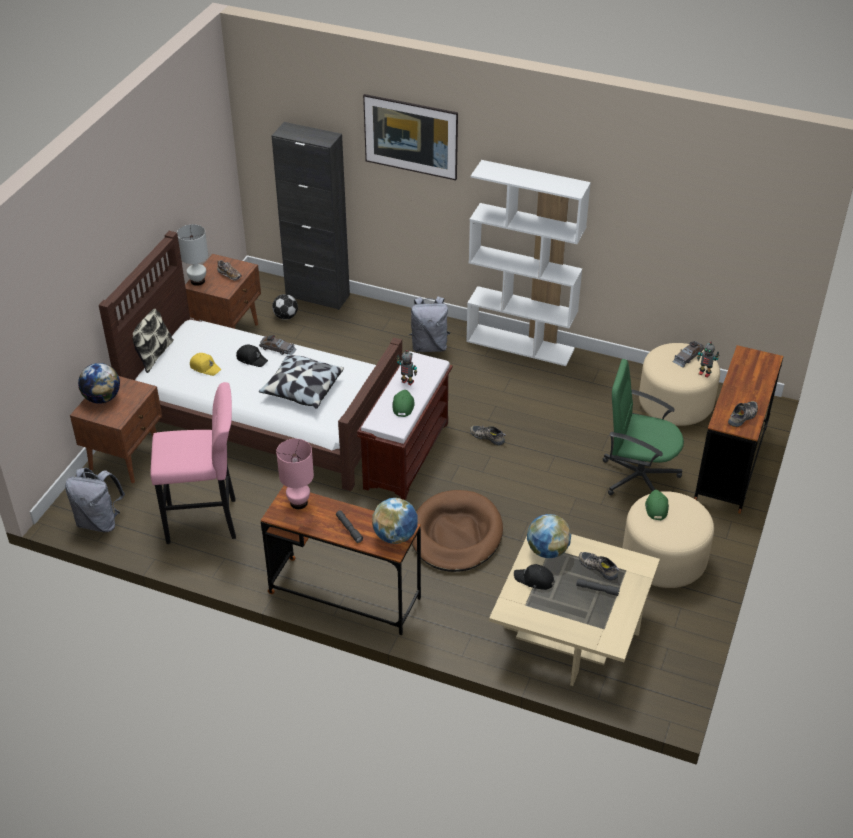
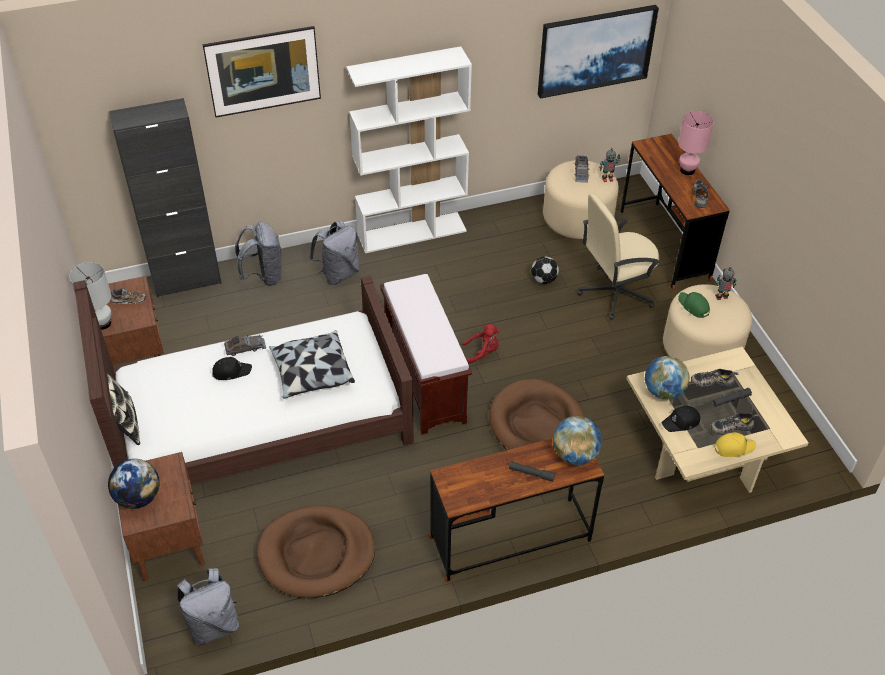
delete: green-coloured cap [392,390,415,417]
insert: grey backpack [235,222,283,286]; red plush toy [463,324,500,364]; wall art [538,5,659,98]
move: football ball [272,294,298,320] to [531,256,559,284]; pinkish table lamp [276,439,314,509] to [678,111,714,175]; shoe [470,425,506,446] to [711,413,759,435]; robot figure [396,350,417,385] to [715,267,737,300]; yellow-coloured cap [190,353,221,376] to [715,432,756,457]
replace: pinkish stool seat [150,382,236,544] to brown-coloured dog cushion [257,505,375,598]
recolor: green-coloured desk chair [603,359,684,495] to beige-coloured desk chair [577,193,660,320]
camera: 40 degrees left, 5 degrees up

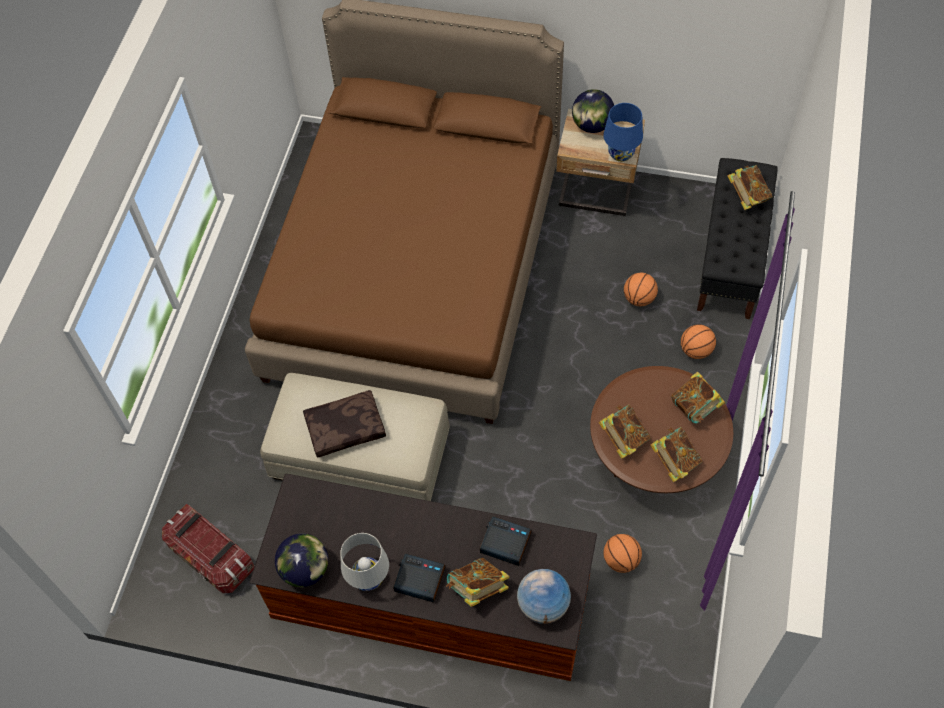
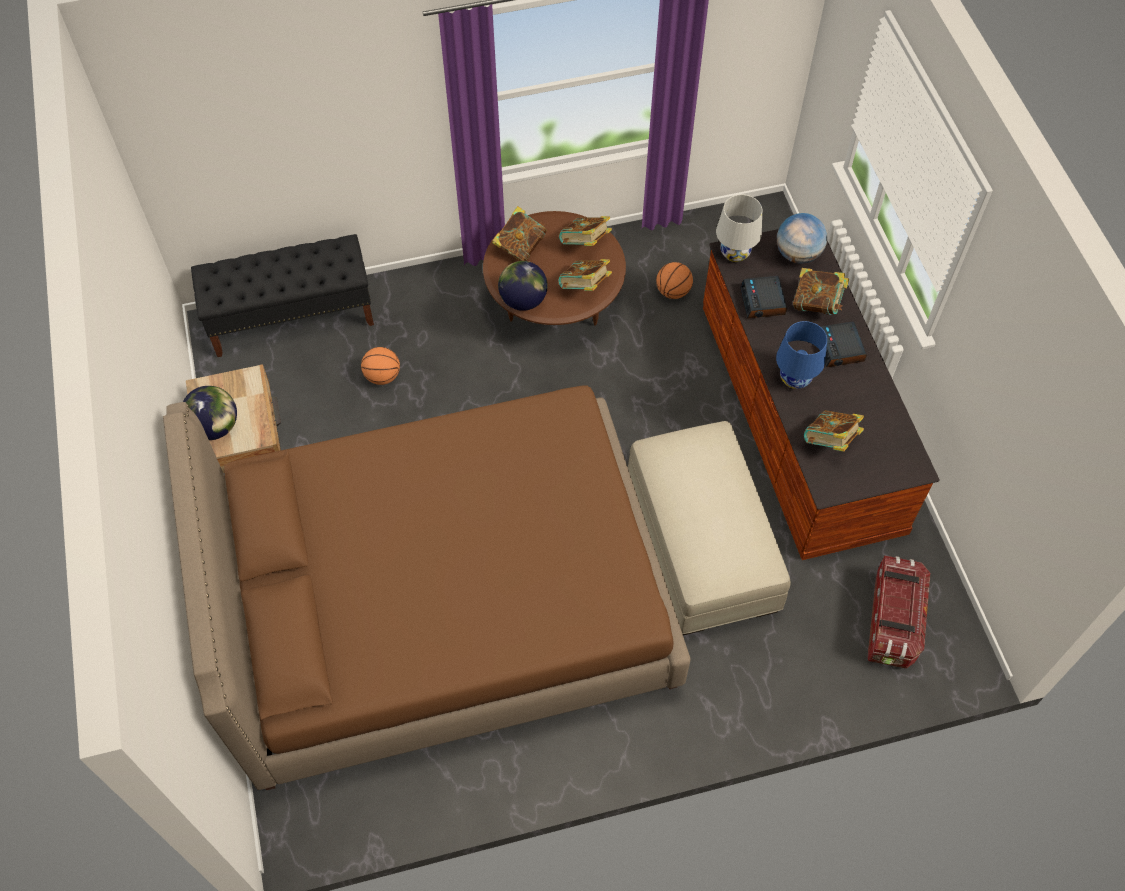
delete: brown-coloured throw pillow [303,390,386,457]; basketball [681,324,716,359]
move: globe [275,533,328,587] to [498,261,548,311]; white-coloured table lamp [340,533,389,591] to [716,194,762,262]; bluish table lamp [603,103,643,162] to [776,321,827,389]; book [728,165,773,210] to [804,410,864,452]
camera: 120 degrees left, 0 degrees up

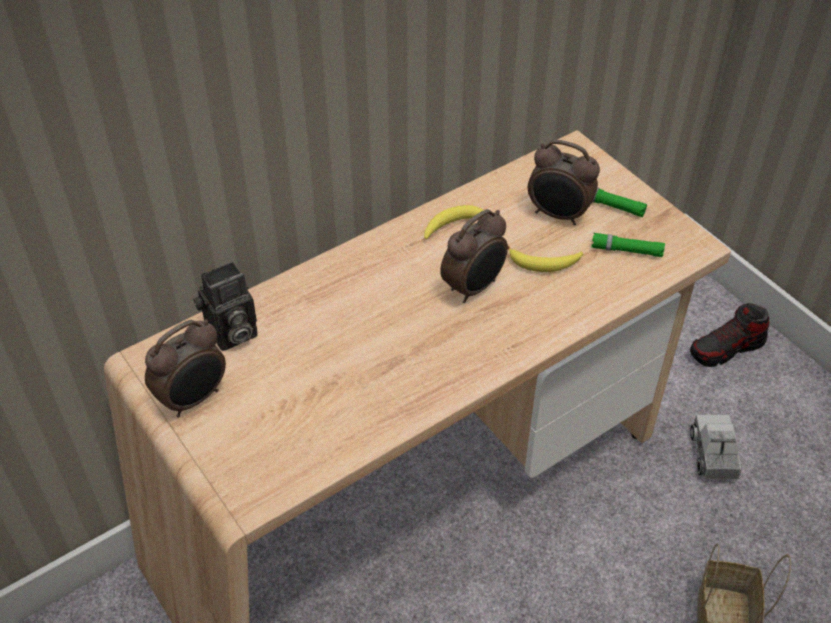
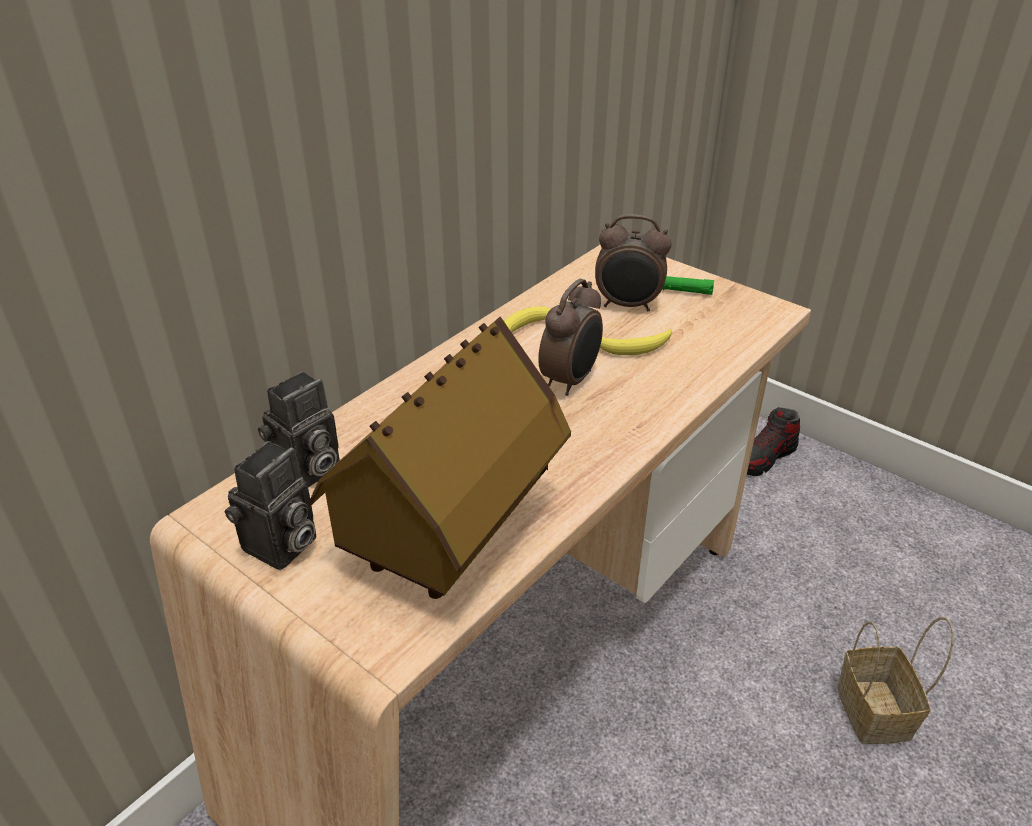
delete: green-coloured hand torch [591,233,665,257]; toy lorry [690,415,741,479]
insert: toy house [308,316,571,599]
replace: bedside clock [145,319,226,418] to photo camera [224,441,316,570]
camera: 15 degrees left, 10 degrees down

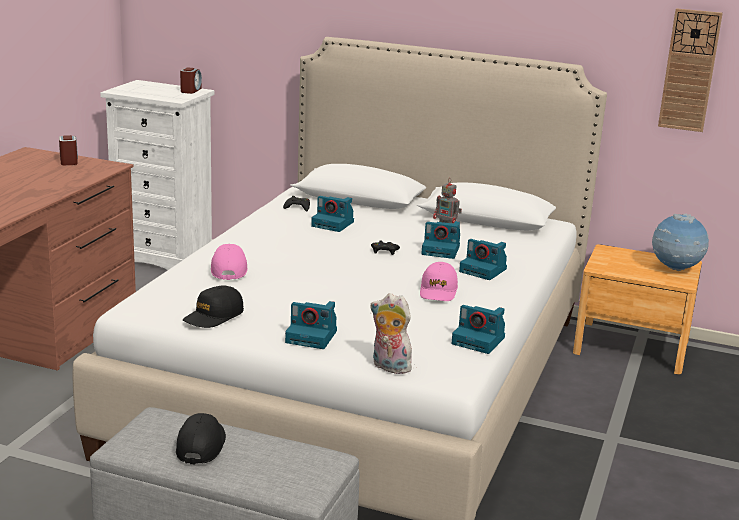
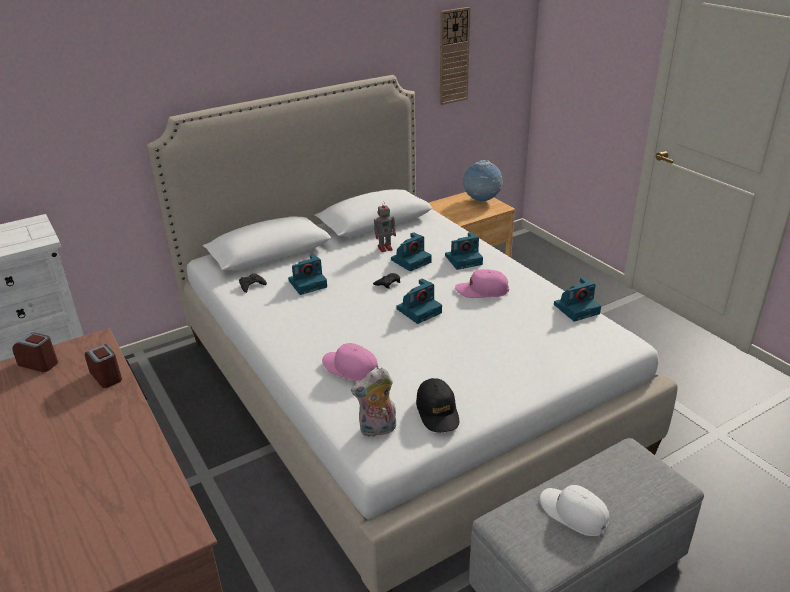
move: bedside clock [180,67,202,94] to [85,344,122,388]; plush toy [370,293,412,374] to [351,368,396,437]; photo camera [285,301,337,349] to [396,278,442,324]
recolor: black cap [176,413,226,464] to white-coloured cap [540,485,609,536]
rotate: pinkish cap [420,262,458,301] = [455,269,509,298] 135 degrees clockwise
camera: 50 degrees left, 10 degrees up

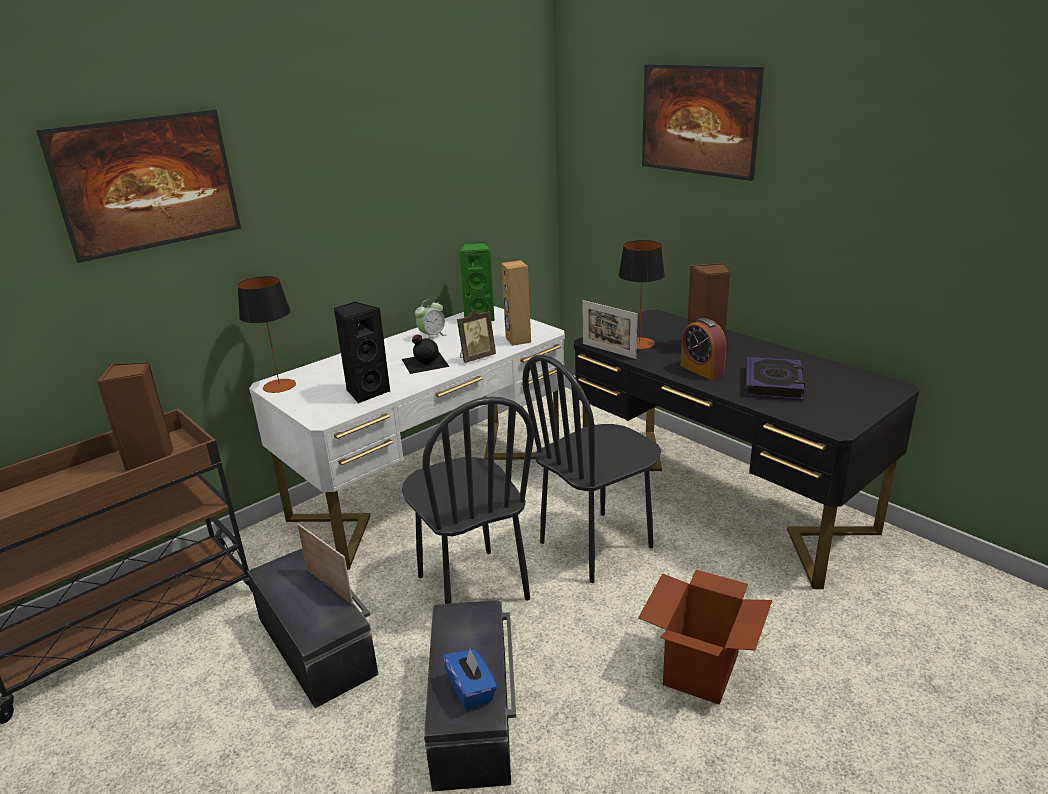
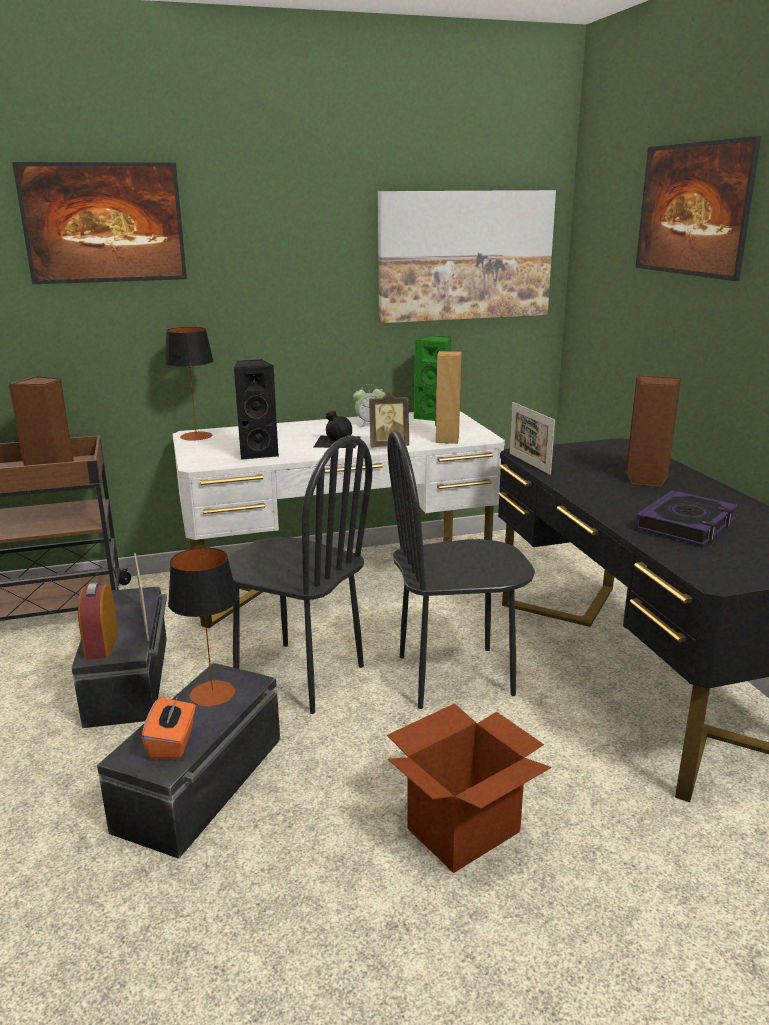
insert: wall art [378,190,556,323]
move: bedside clock [680,318,726,380] to [78,582,118,660]; table lamp [618,240,665,349] to [168,547,238,707]
recolor: bluish box of tissues [443,648,497,711] to orangey box of tissues [142,696,196,759]
rotate: black plain chair [402,396,534,604] = [228,435,372,714] 60 degrees counterclockwise
camera: 25 degrees right, 5 degrees down

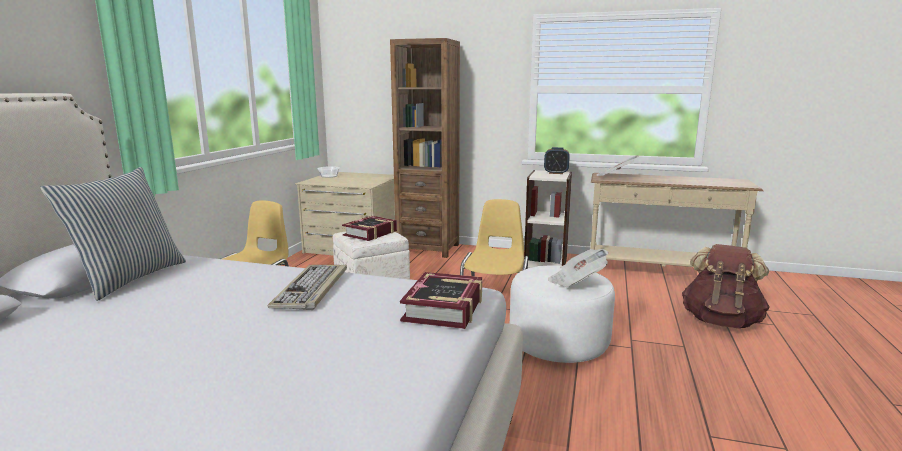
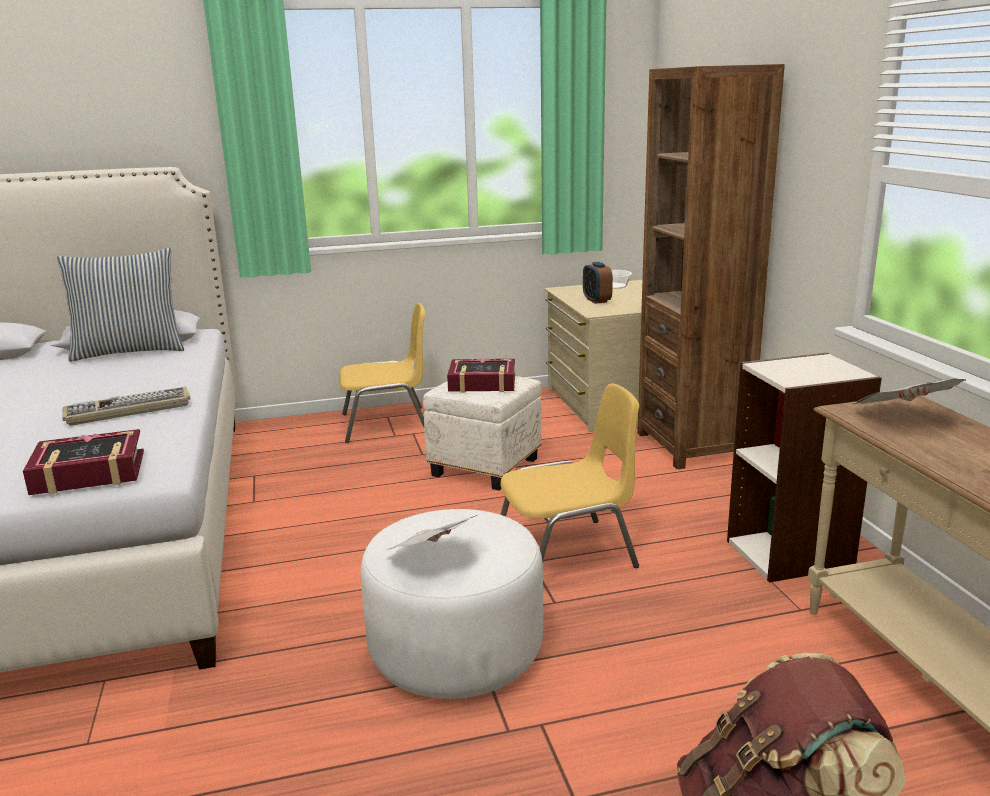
move: bedside clock [544,147,570,174] to [583,262,613,304]
camera: 60 degrees right, 5 degrees up

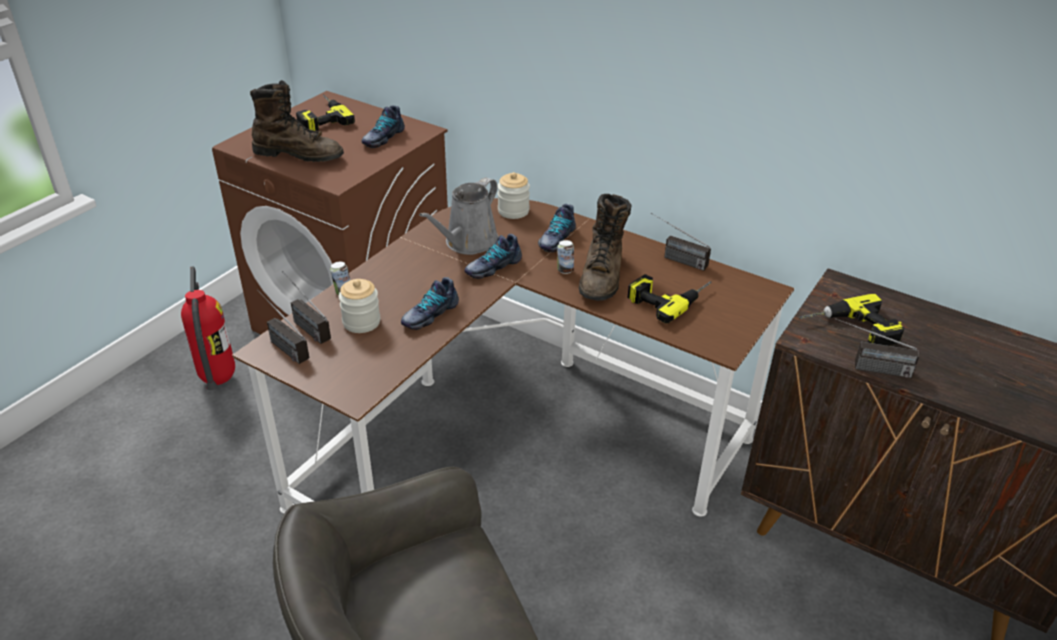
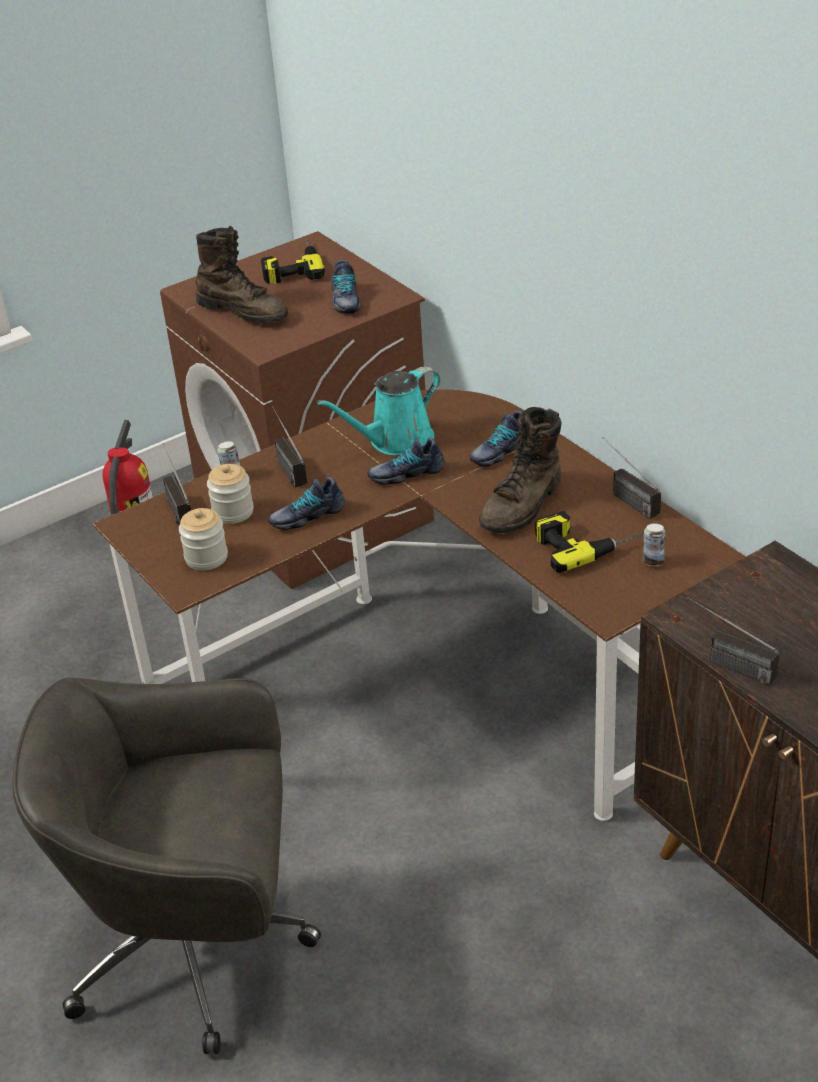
delete: electric drill [799,294,904,346]
move: preserve jar [497,172,530,219] to [179,508,228,570]; radio receiver [257,290,309,364] to [272,406,307,488]; sealed can [557,240,574,274] to [643,523,666,566]
recolor: grey watering can [419,178,499,255] to blue-green watering can [317,366,440,455]
rotate: shoe [362,105,405,148] = [331,260,361,314] 60 degrees counterclockwise
camera: 25 degrees right, 0 degrees up

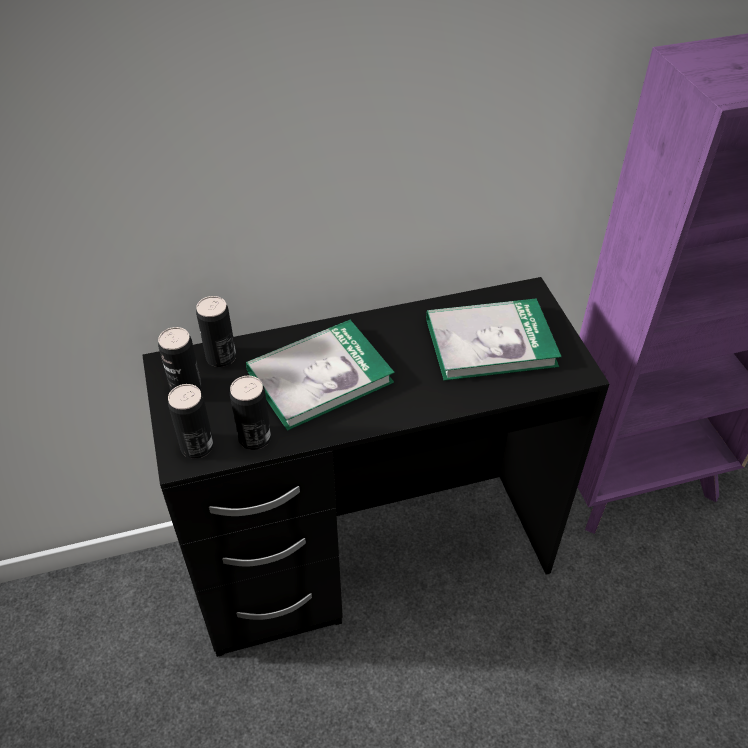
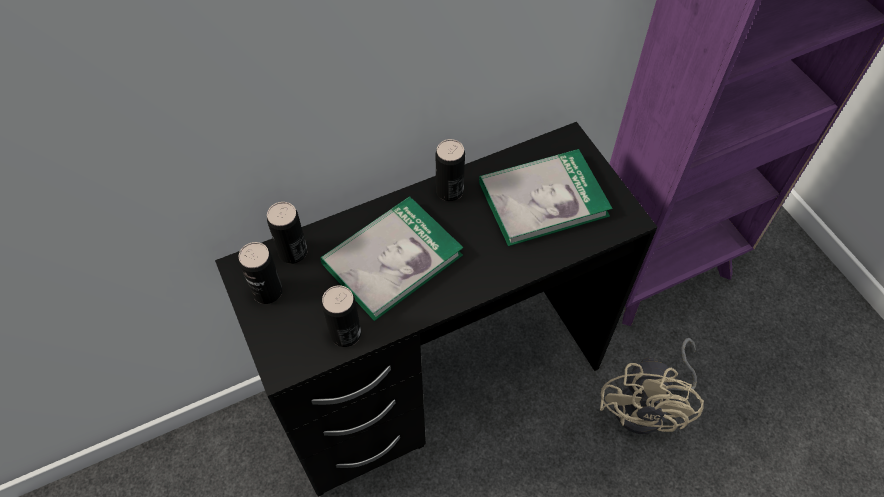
insert: beige-coloured electric fan [600,338,704,434]
move: sealed can [168,384,214,459] to [436,139,465,201]
camera: 10 degrees left, 10 degrees up

